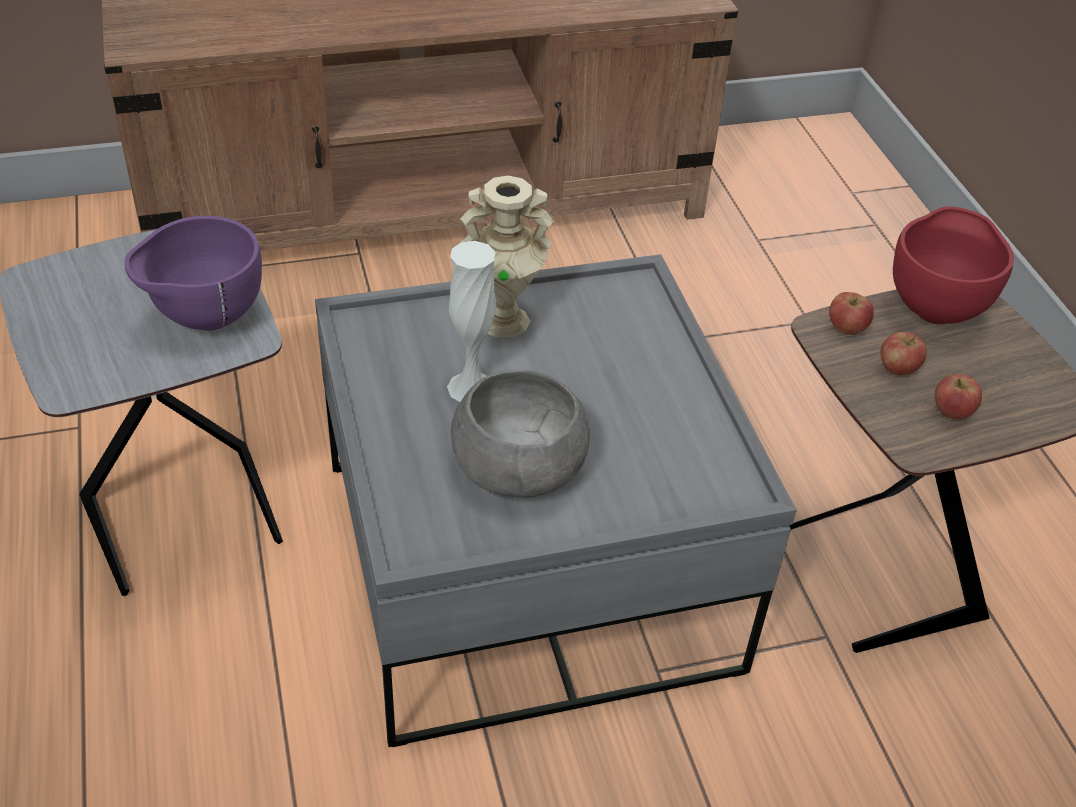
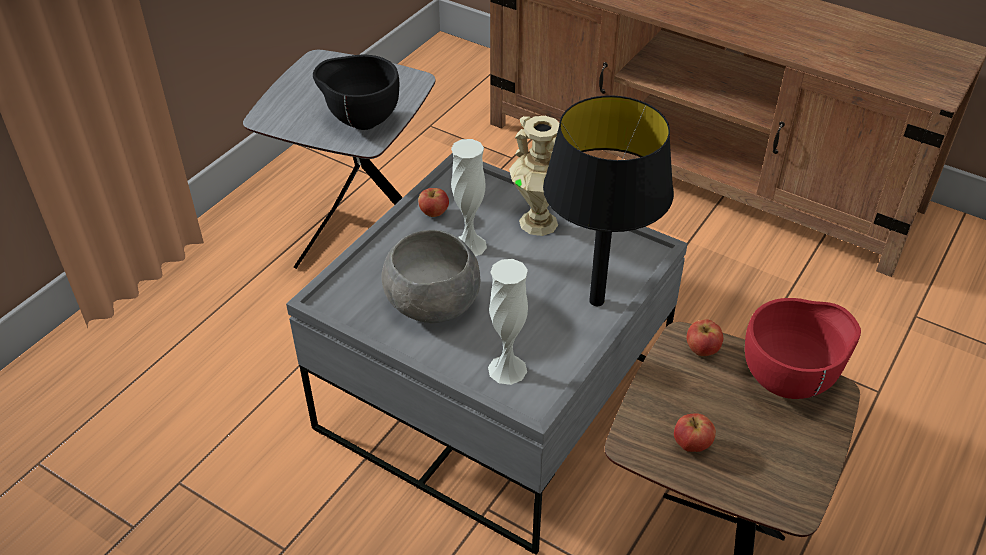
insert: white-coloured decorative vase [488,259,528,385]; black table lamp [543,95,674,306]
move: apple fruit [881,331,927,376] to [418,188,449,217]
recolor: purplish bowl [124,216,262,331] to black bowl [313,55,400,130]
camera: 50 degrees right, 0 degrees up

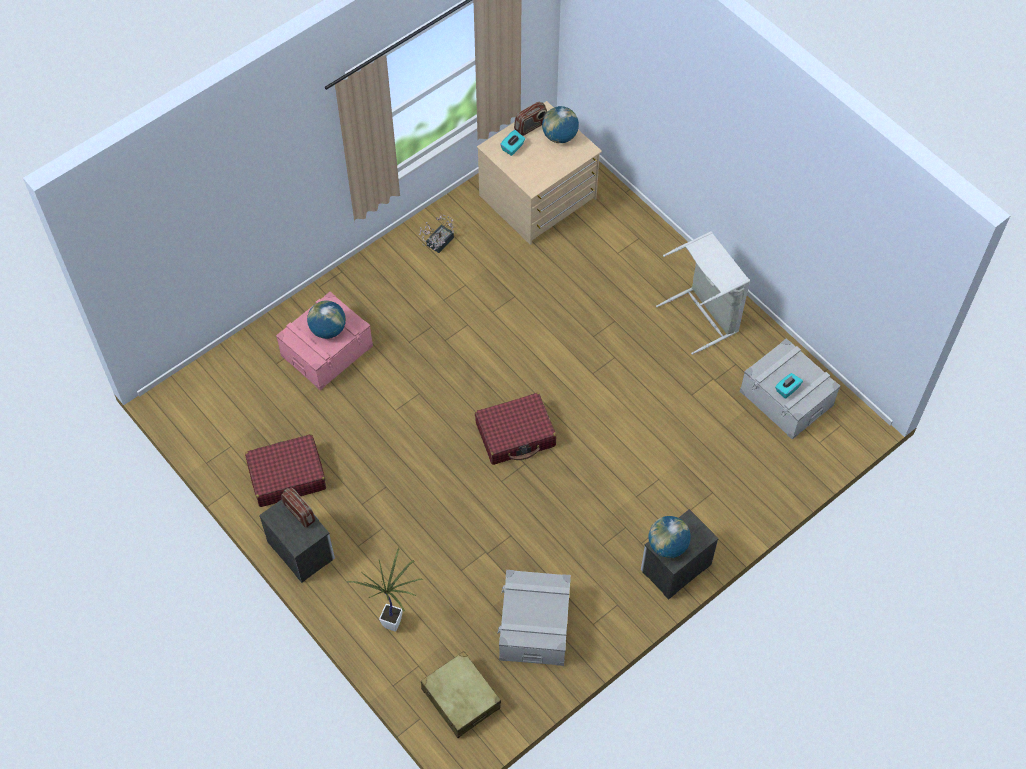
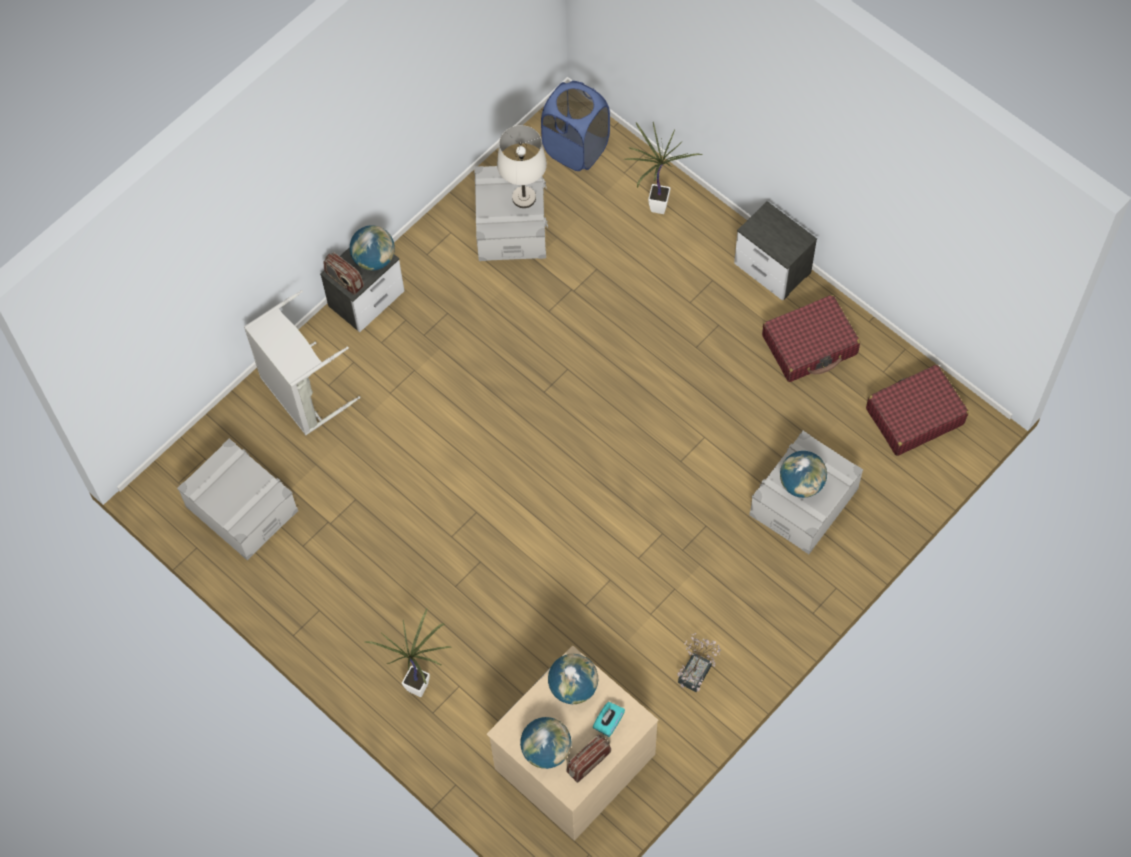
delete: blue-green box of tissues [775,373,803,399]
insert: plant in a pot [365,609,452,697]; white-coloured table lamp [497,125,547,208]; globe [548,654,598,704]
move: grey washing basket [656,231,750,355] to [244,290,360,435]; radio receiver [281,487,316,528] to [323,252,364,295]; red travel case [475,393,556,465] to [866,364,969,456]
replace: beige-coloured travel case [421,651,501,738] to bluish washing basket [541,81,610,171]
recolor: pinkish storage box [276,292,373,390] to grey storage box [749,431,863,554]
camera: 175 degrees right, 5 degrees up

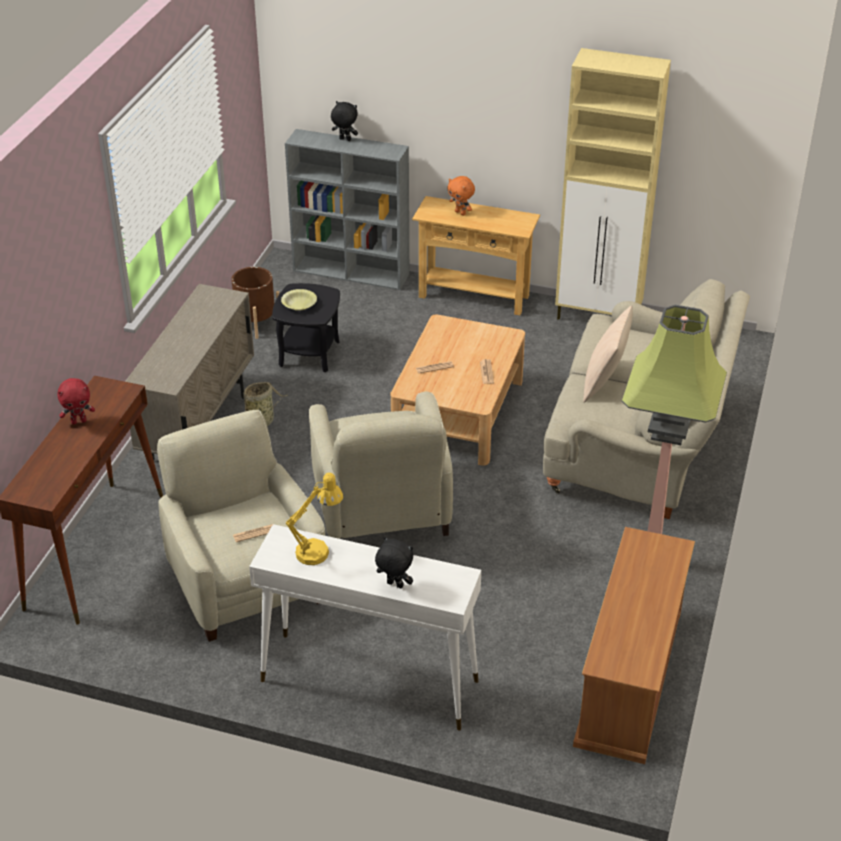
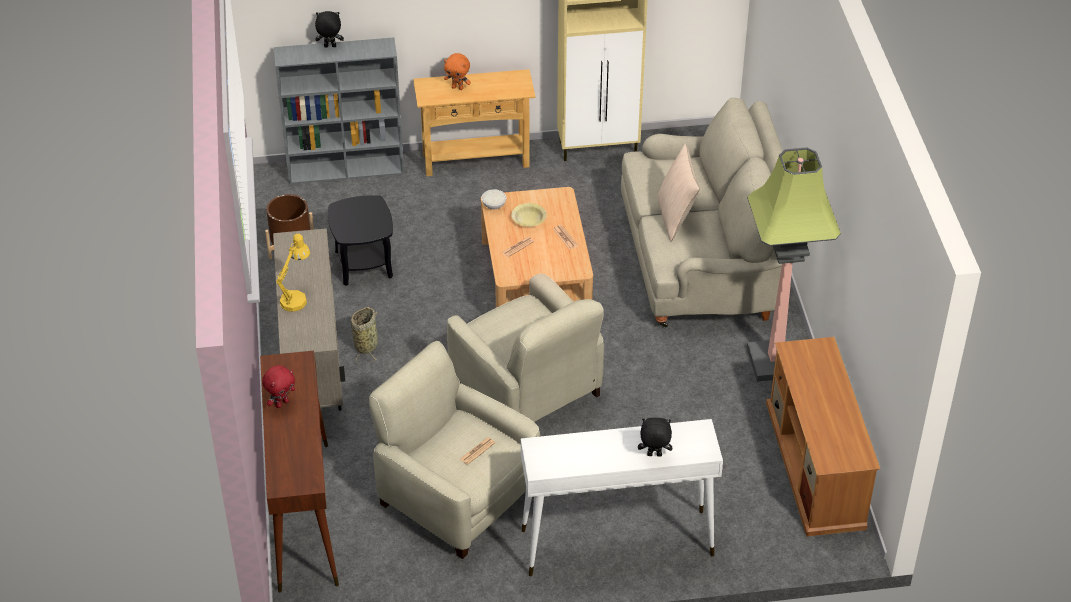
insert: white-coloured bowl [482,189,506,210]
move: yellow-coloured table lamp [286,472,343,565] to [276,234,310,312]; yellow-coloured bowl [281,289,317,311] to [511,203,547,227]
camera: 25 degrees left, 5 degrees up

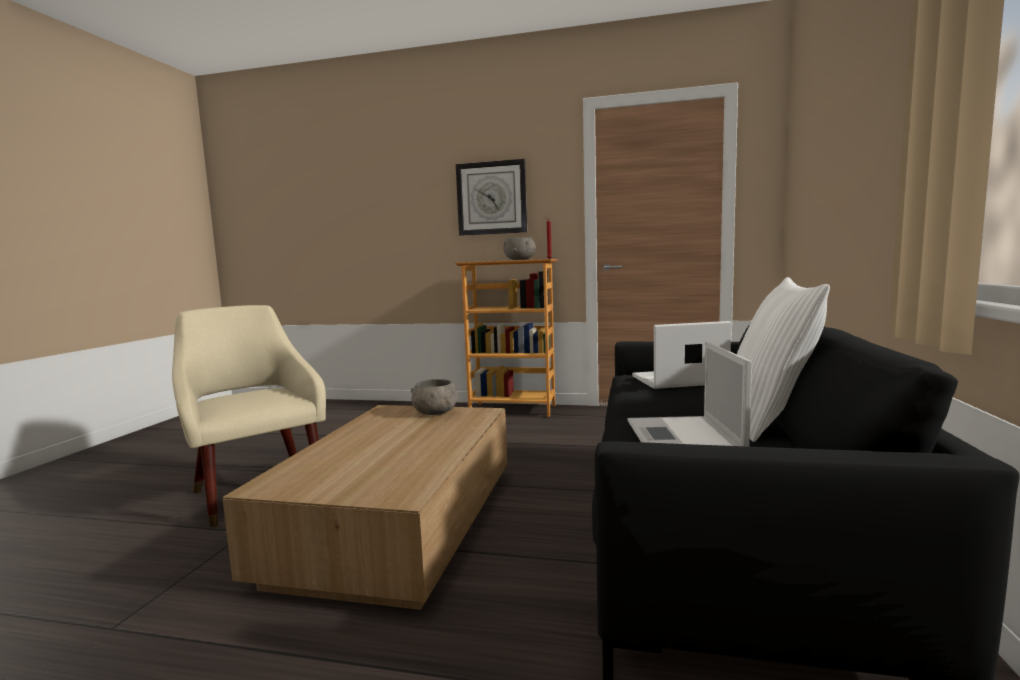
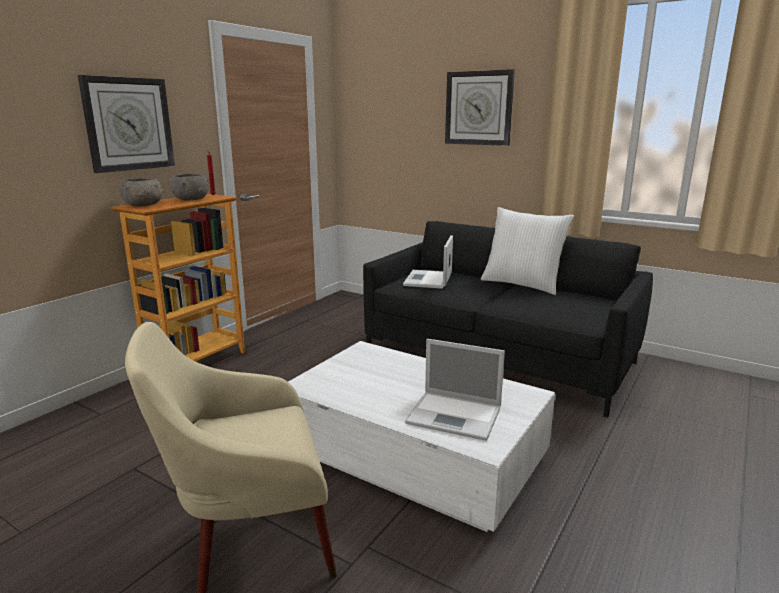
insert: wall clock [445,69,515,146]
move: grey bowl [411,379,458,415] to [119,178,164,206]; laptop [628,341,752,447] to [405,339,505,441]
recolor: brown-coloured low table [223,405,507,610] to white-coloured low table [288,341,555,532]
camera: 70 degrees left, 10 degrees up

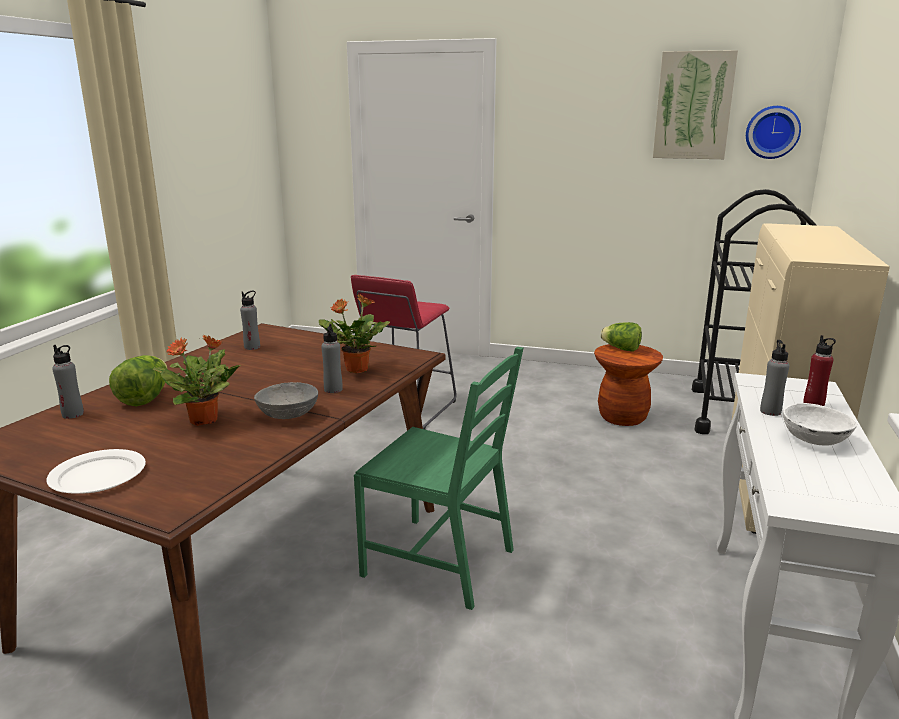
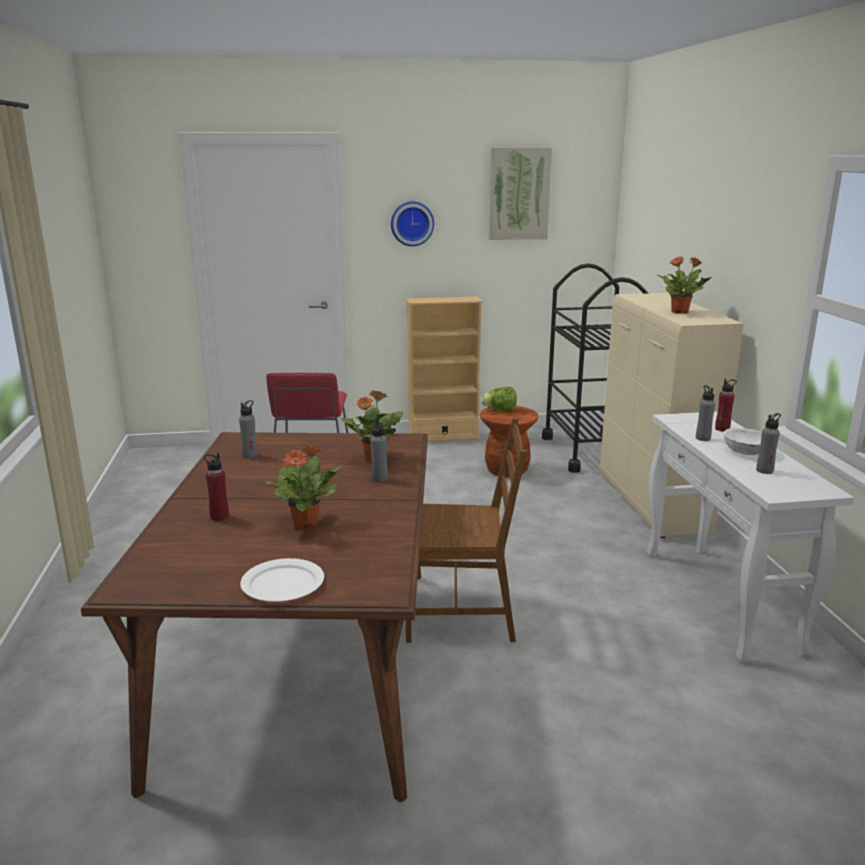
delete: grey bowl [254,382,318,419]
insert: beige-coloured bookshelf [406,297,483,442]; plant in a pot [658,256,712,314]
move: wall clock [746,106,801,159] to [391,201,434,246]; grey drink bottle [52,345,84,419] to [756,413,781,474]
replace: lettuce [109,355,168,406] to red drink bottle [203,453,229,521]
recolor: green-coloured plain chair [354,347,523,610] to brown-coloured plain chair [406,418,527,643]
camera: 25 degrees left, 0 degrees up

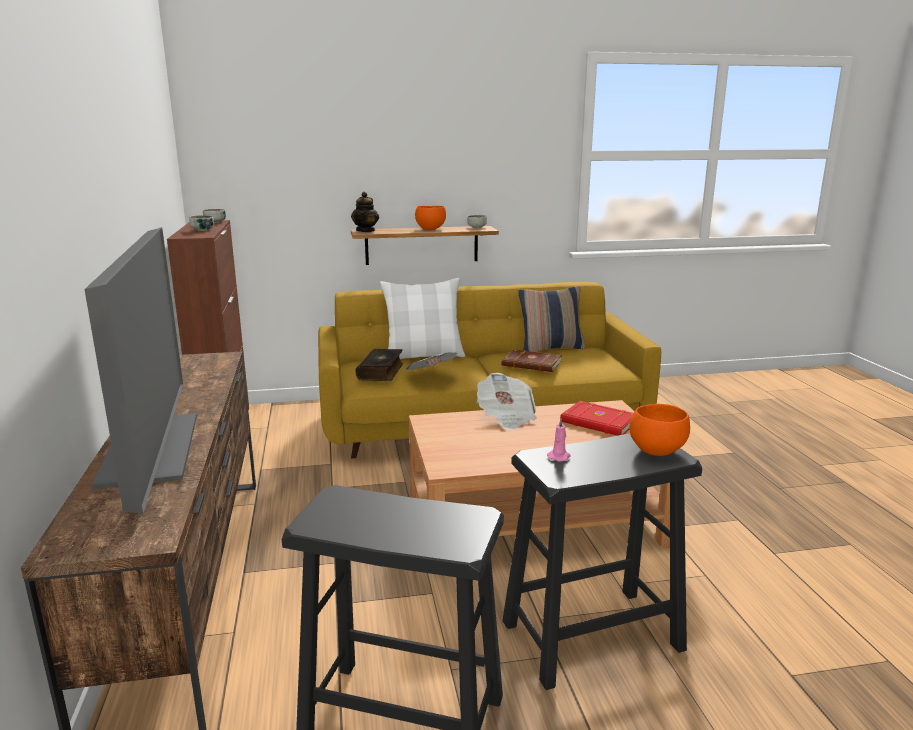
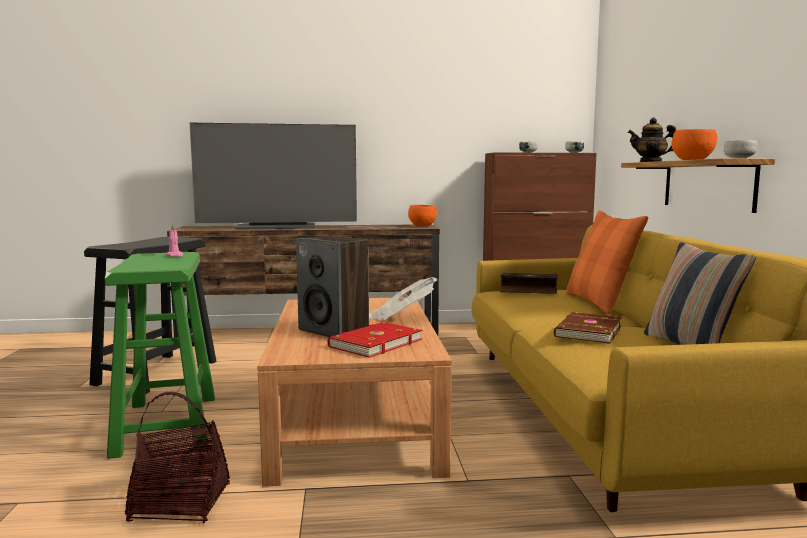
delete: printed paper [406,352,457,370]
insert: basket [125,392,230,523]; speaker [296,236,369,337]
move: orangey bowl [629,404,690,456] to [408,205,437,226]
recolor: black stool seat [502,433,702,690] to green-coloured stool seat [105,252,215,459]; white-coloured throw pillow [380,278,465,359] to orangey throw pillow [566,210,648,314]
camera: 95 degrees right, 10 degrees down

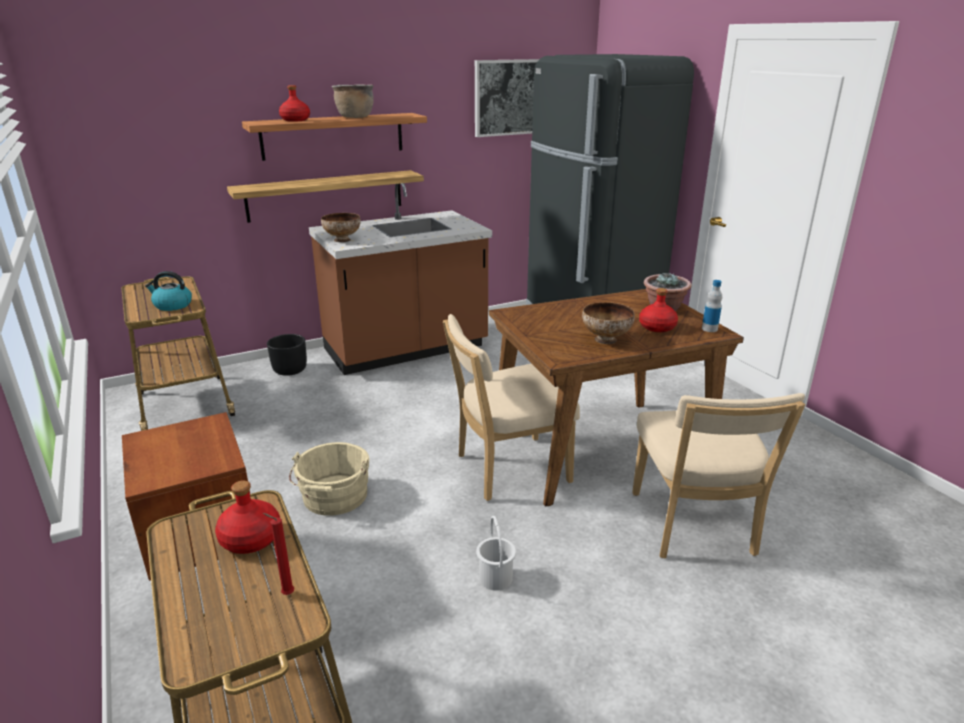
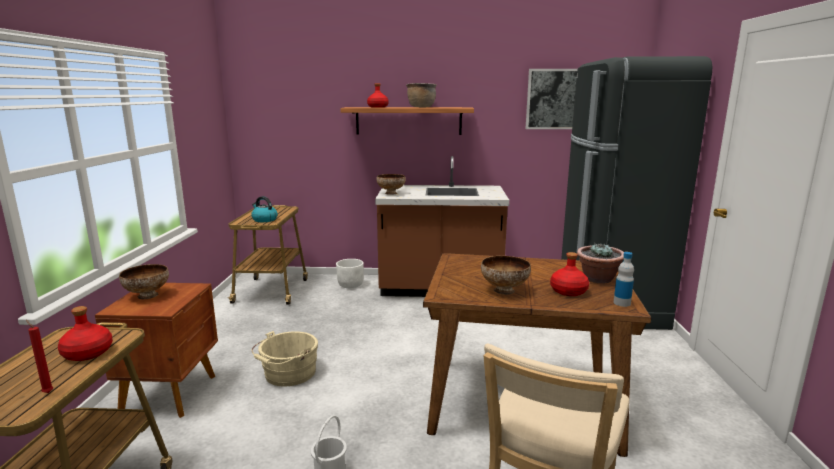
delete: bracket shelf [227,170,424,223]; beige-coloured plain chair [443,314,580,501]
insert: bowl [119,264,169,299]
recolor: black flower pot [267,334,307,376] to white-coloured flower pot [336,259,364,288]
camera: 30 degrees right, 10 degrees down

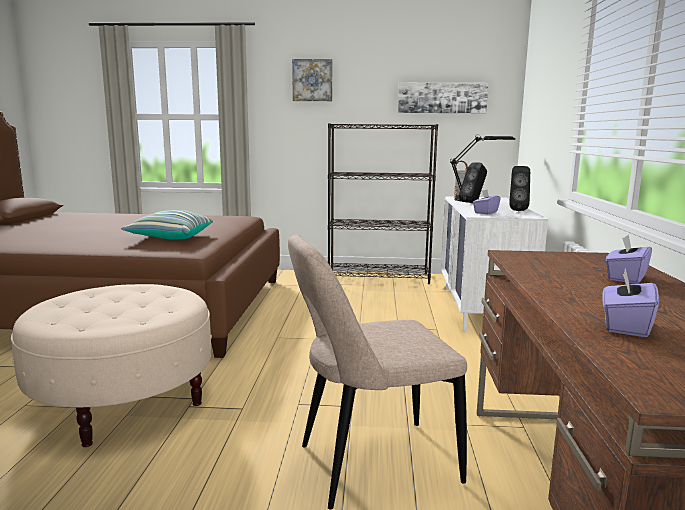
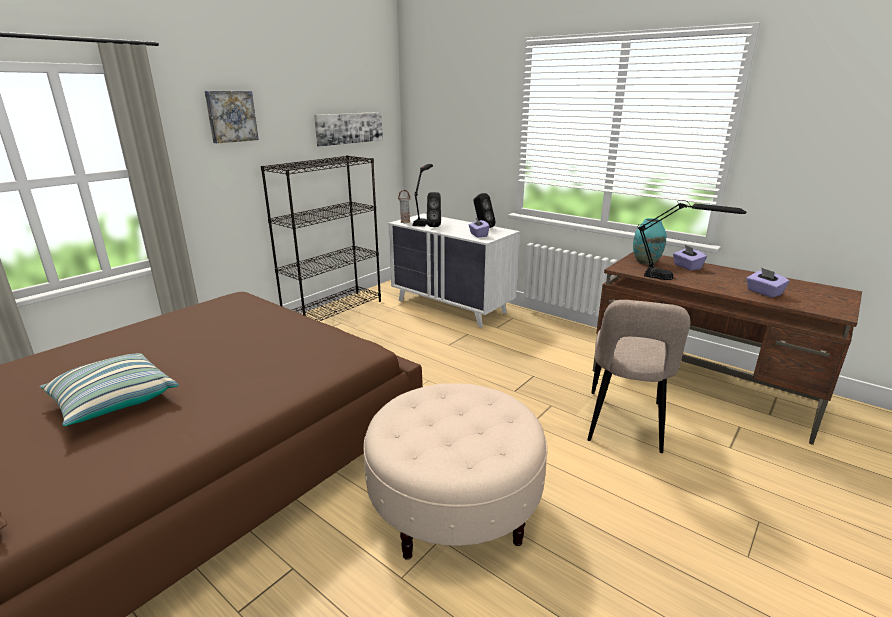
insert: blue-green decorative vase [633,218,666,264]; black table lamp [637,200,746,280]
move: throw pillow [121,210,213,240] to [39,353,179,426]
camera: 55 degrees left, 10 degrees up

